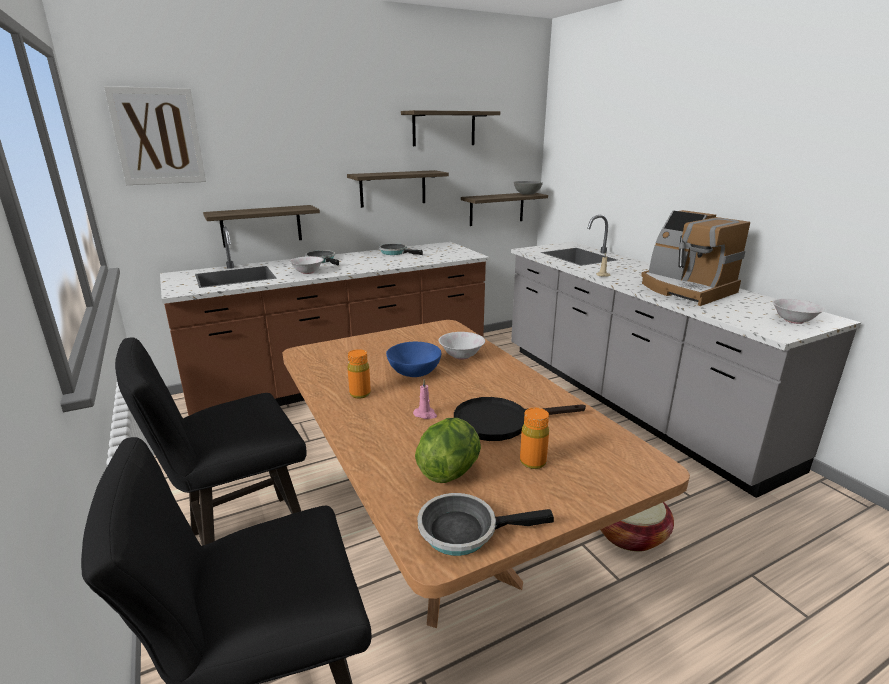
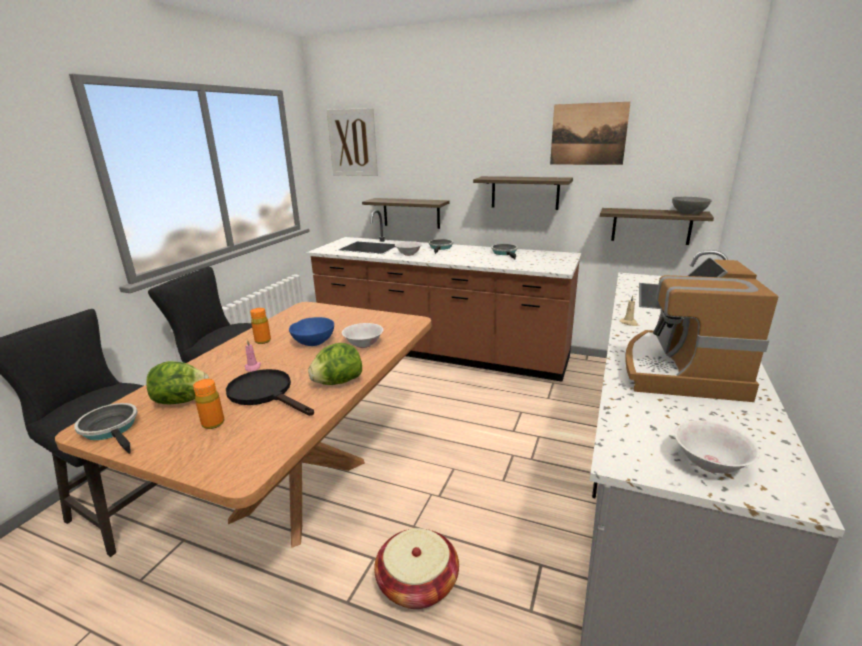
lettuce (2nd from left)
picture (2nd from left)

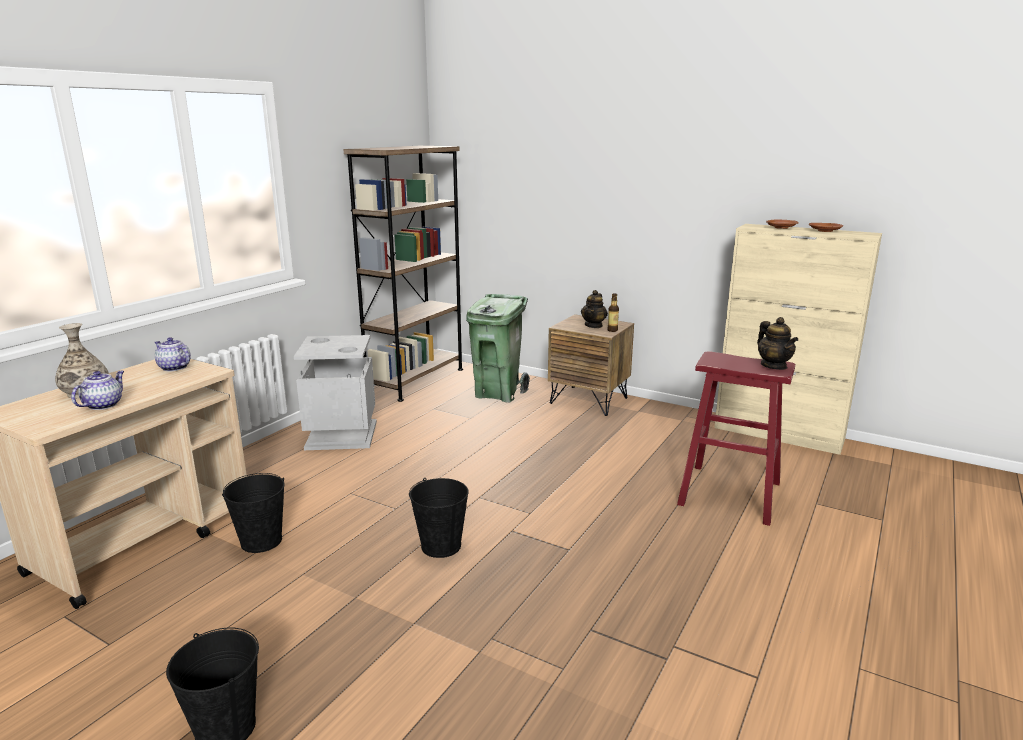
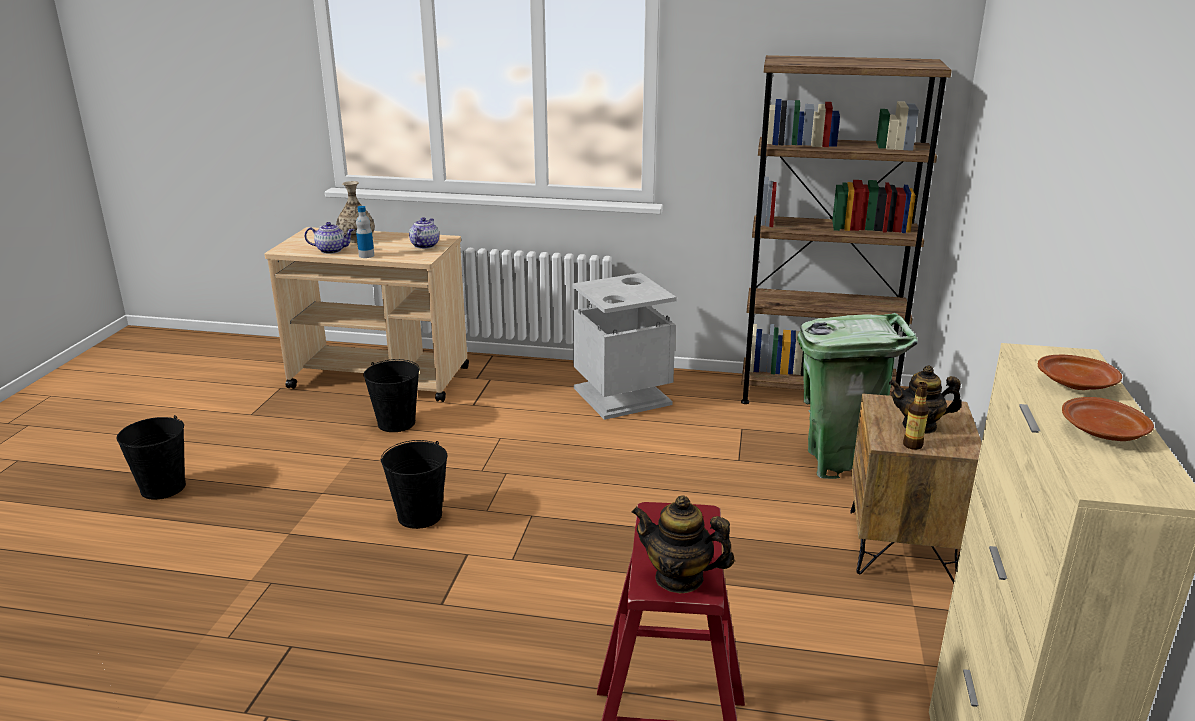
bottle (1st from left)
teapot (3rd from left)

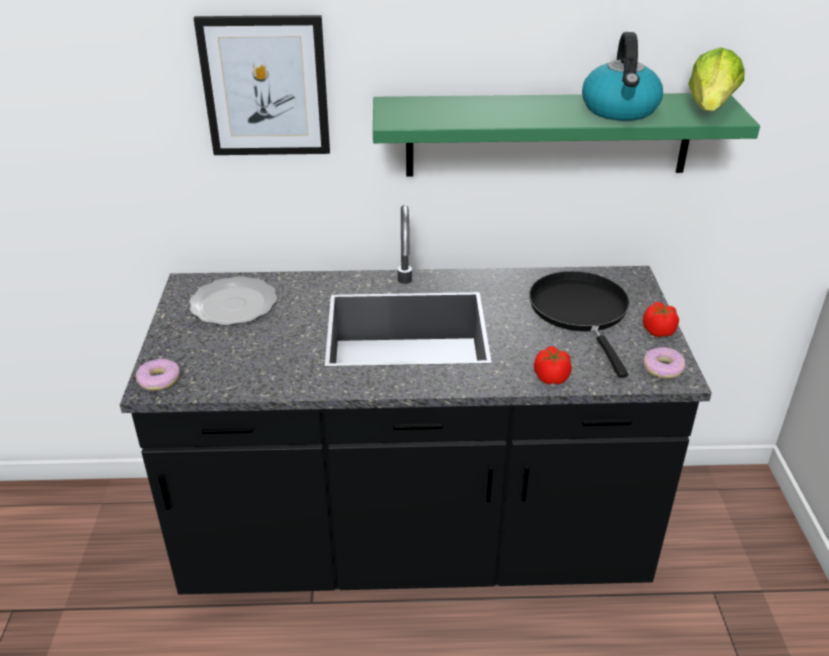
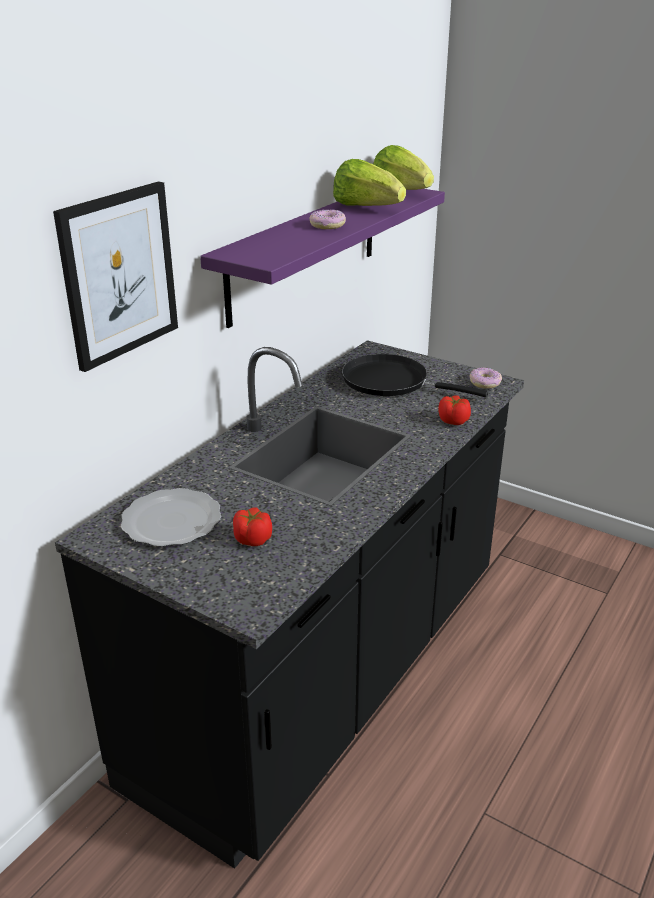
donut (1st from left)
tomato (1st from left)
lettuce (1st from left)
shelf in purple

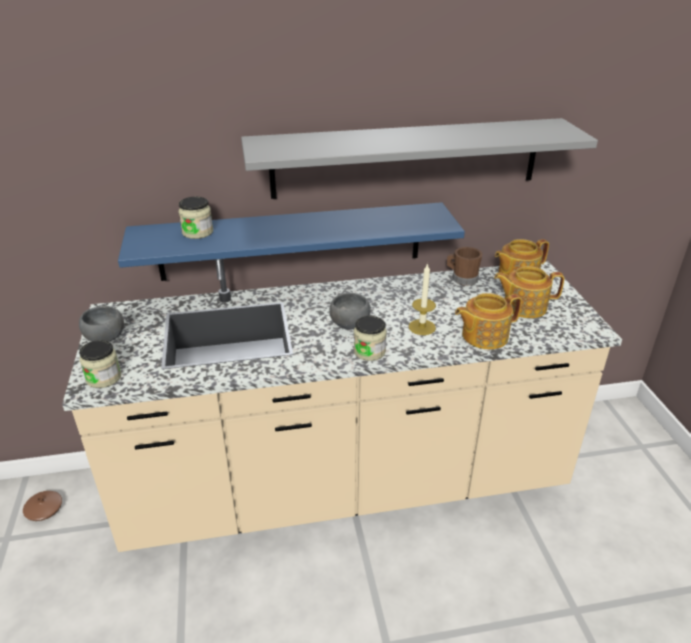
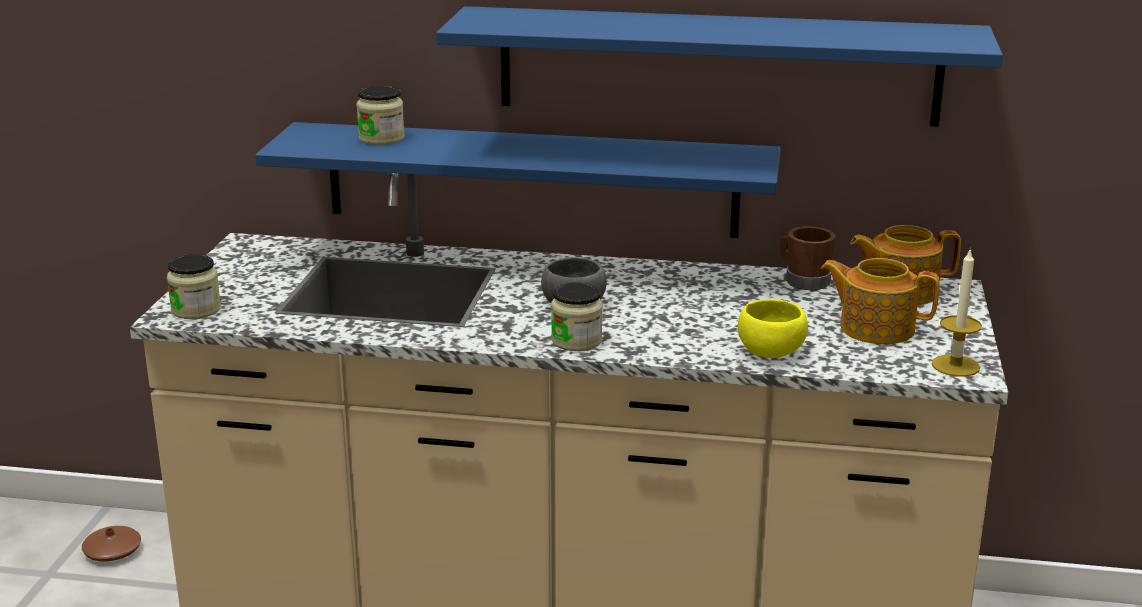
bowl in grey (1st from left in the first image)
candle
bowl in yellow
shelf in blue (2nd from left)

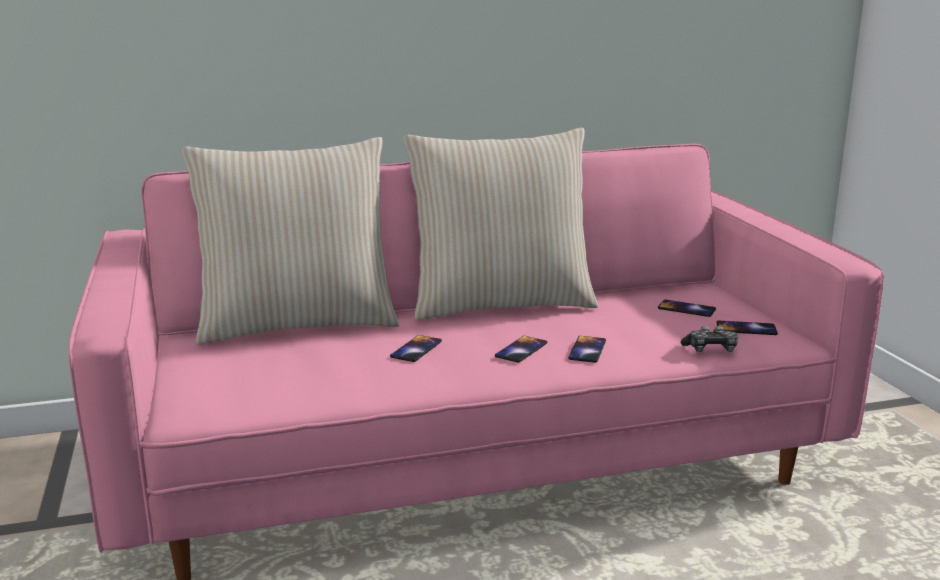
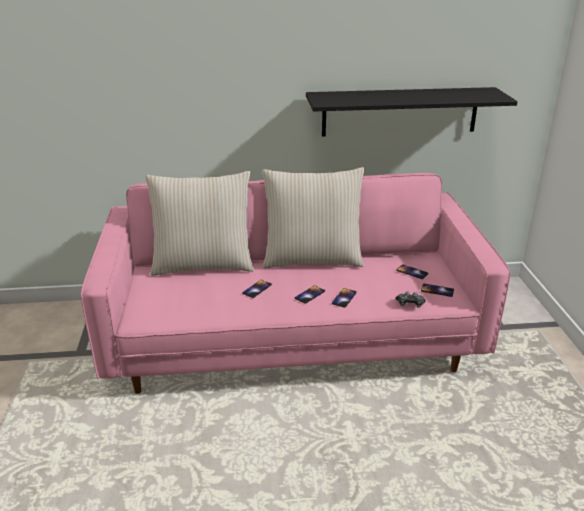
shelf in black

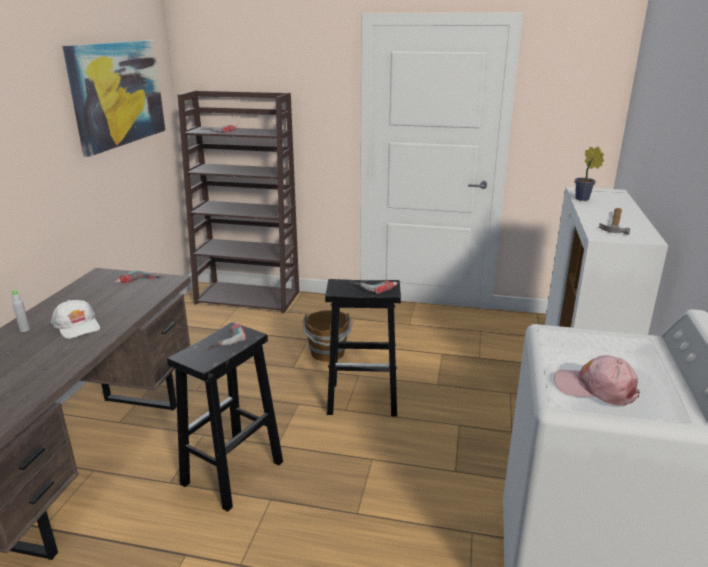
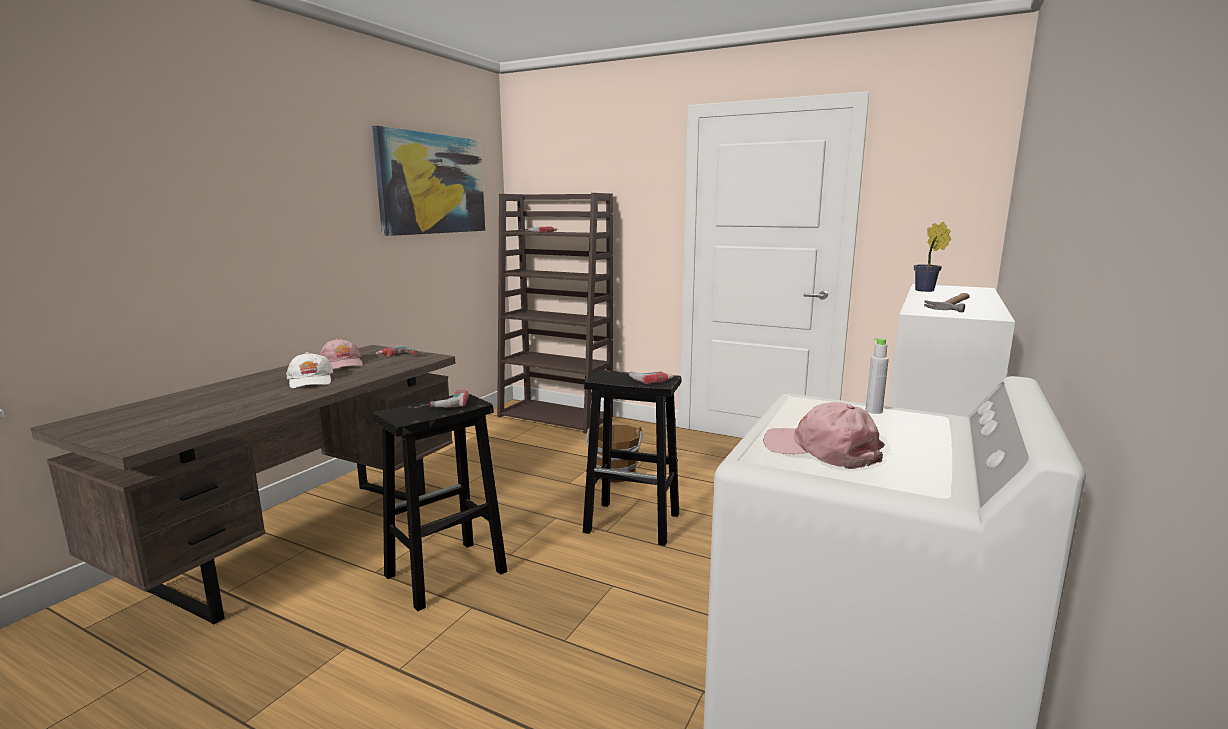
cap in pink (1st from left)
bottle in grey

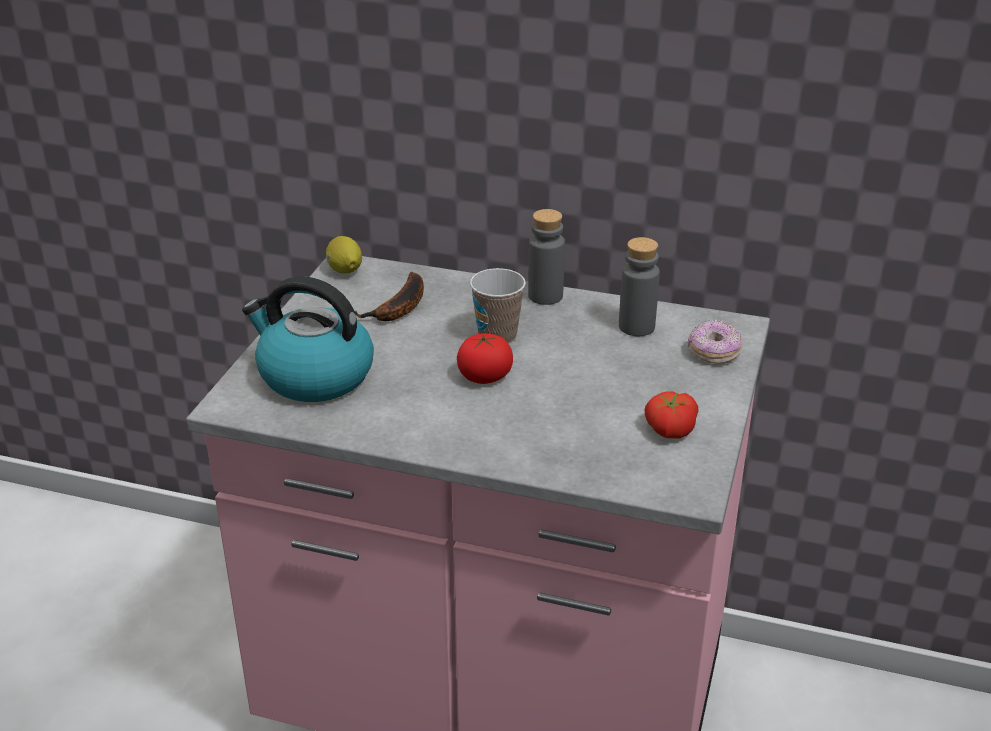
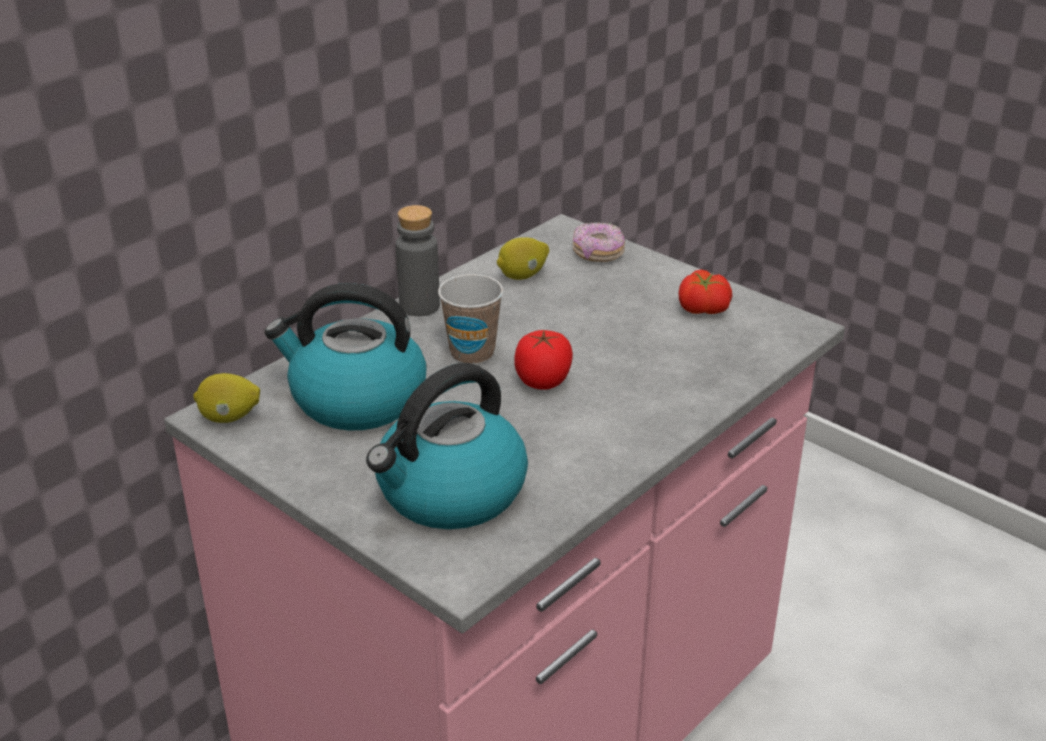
kettle (1st from left)
lemon (2nd from left)

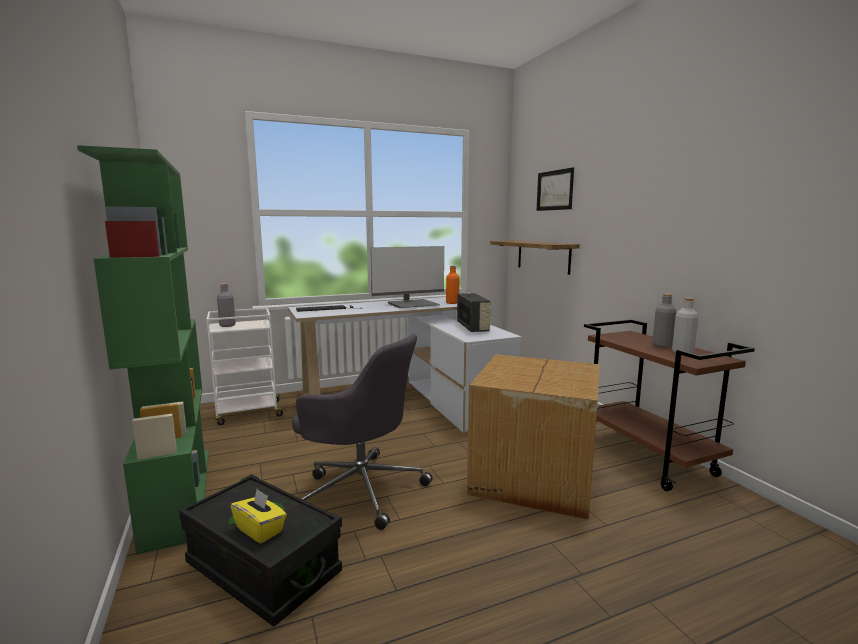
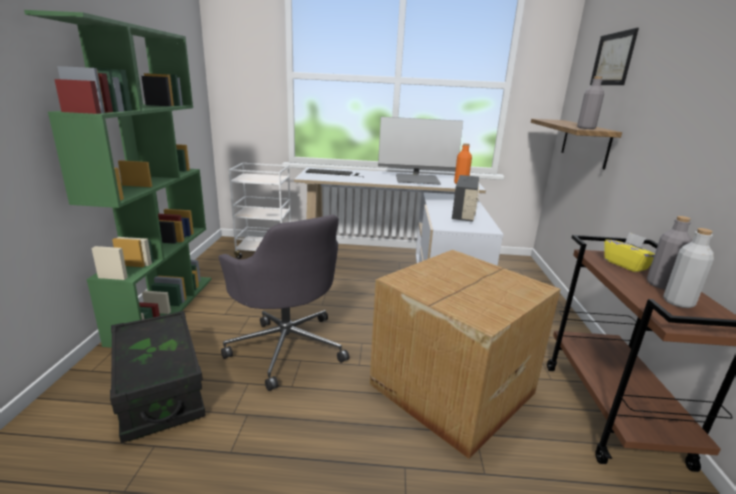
bottle in grey (1st from left)
tissue box in yellow

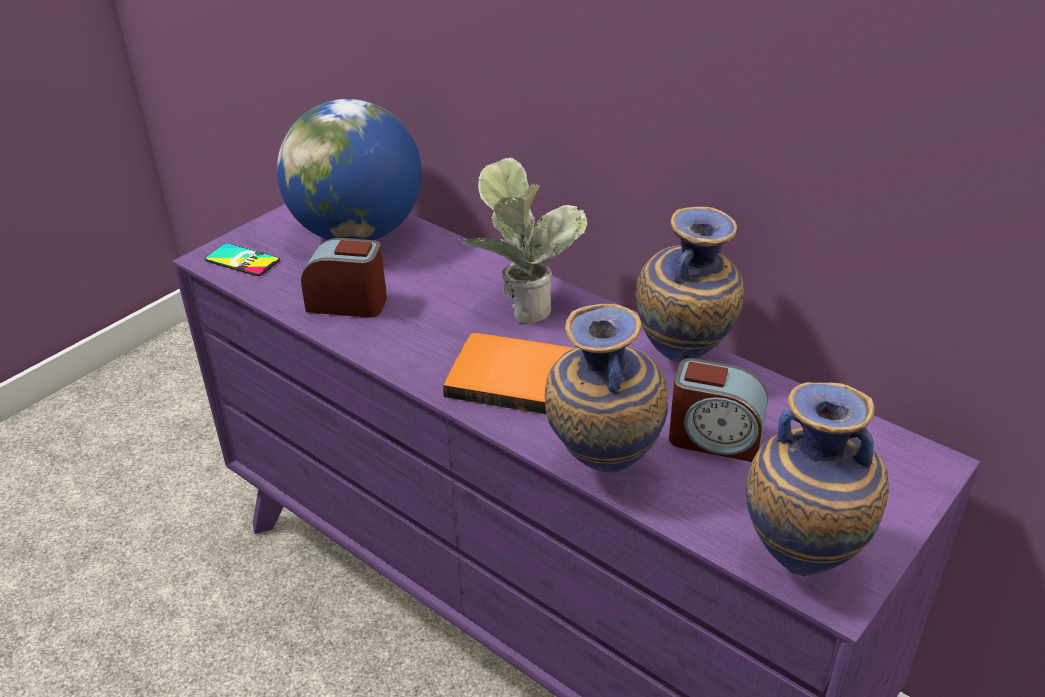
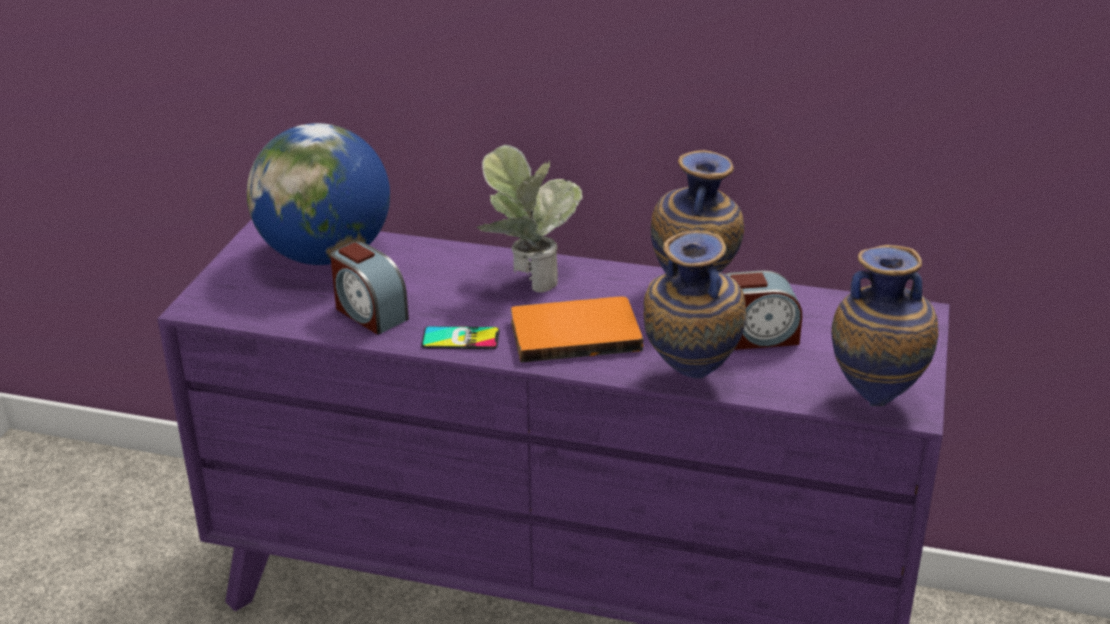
phone
alarm clock (1st from left)

